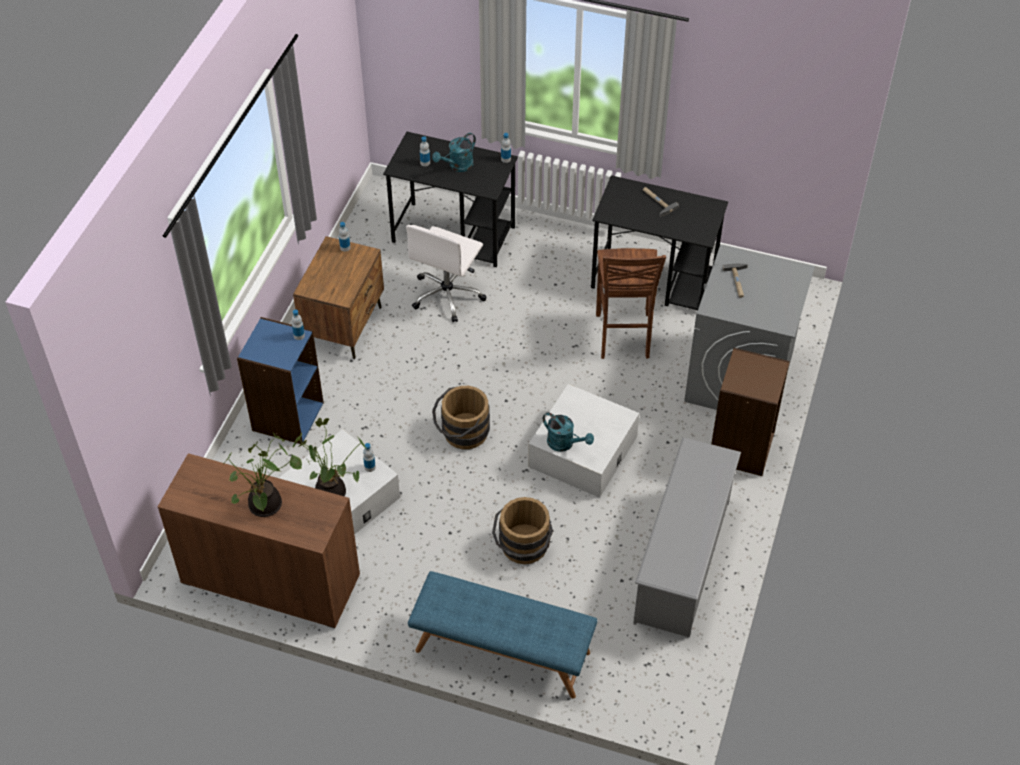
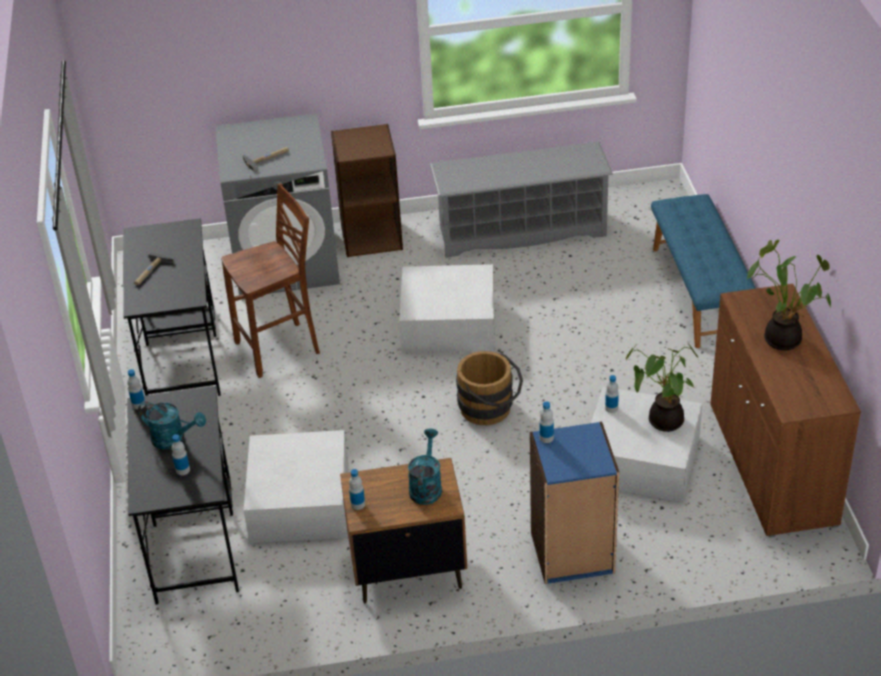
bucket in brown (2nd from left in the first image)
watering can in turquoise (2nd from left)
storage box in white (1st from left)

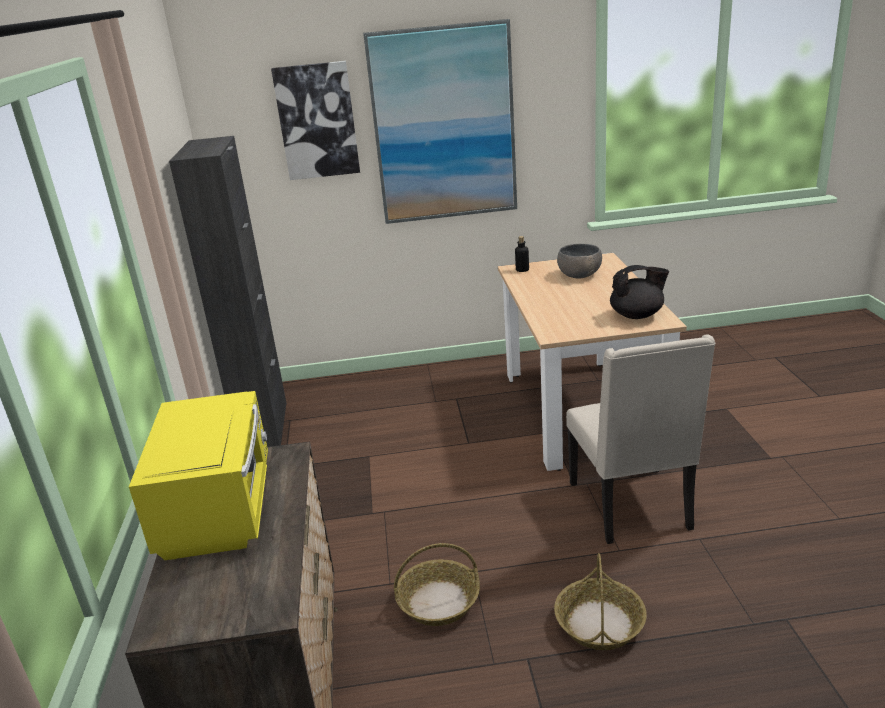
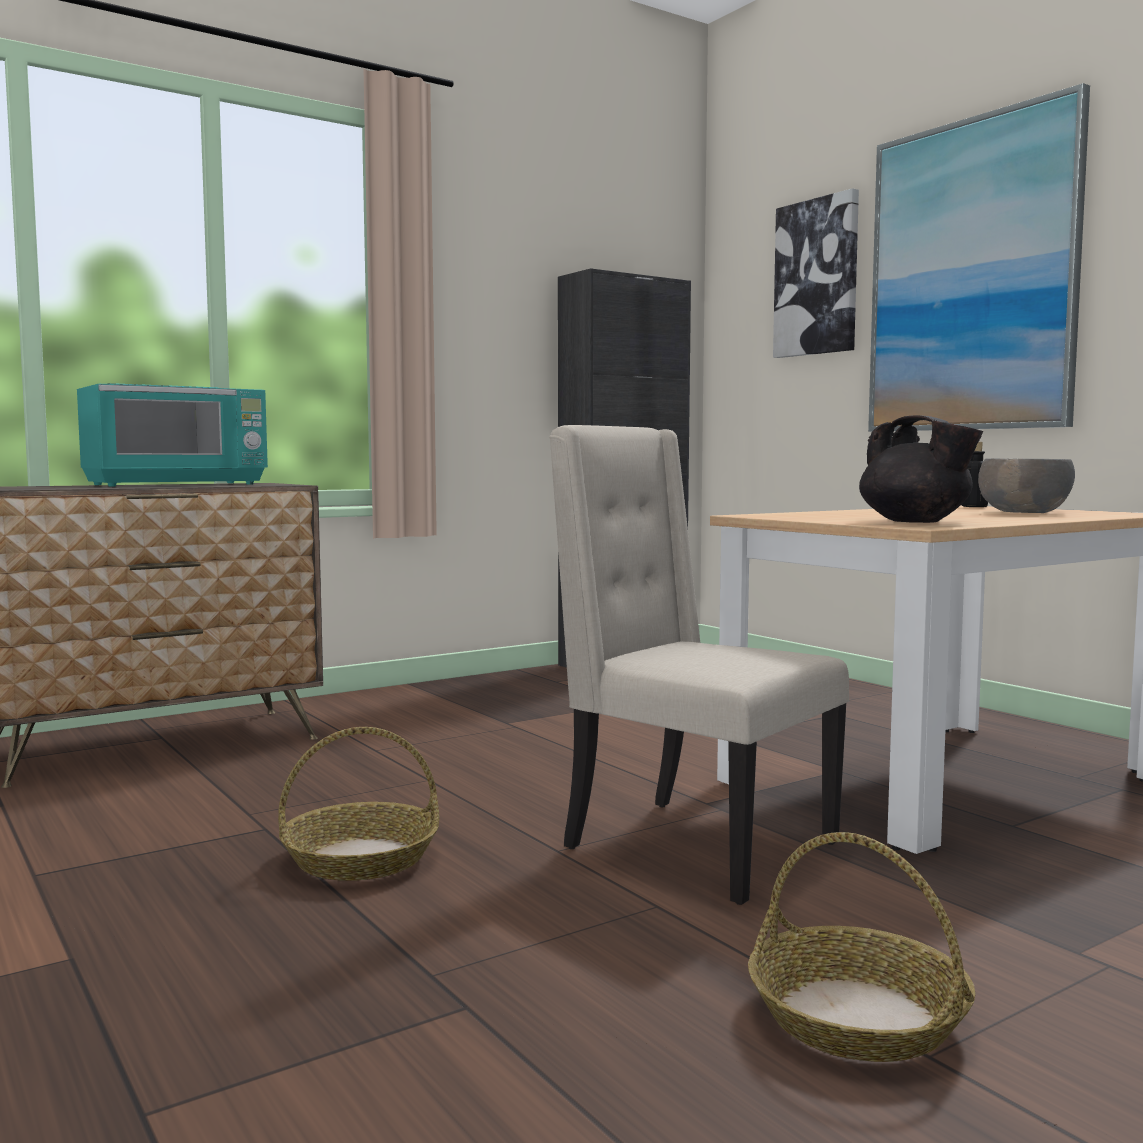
basket (2nd from left)
microwave in turquoise
chair in beige

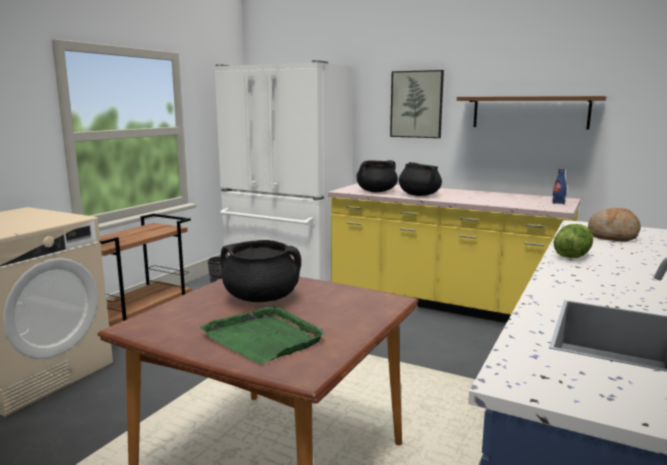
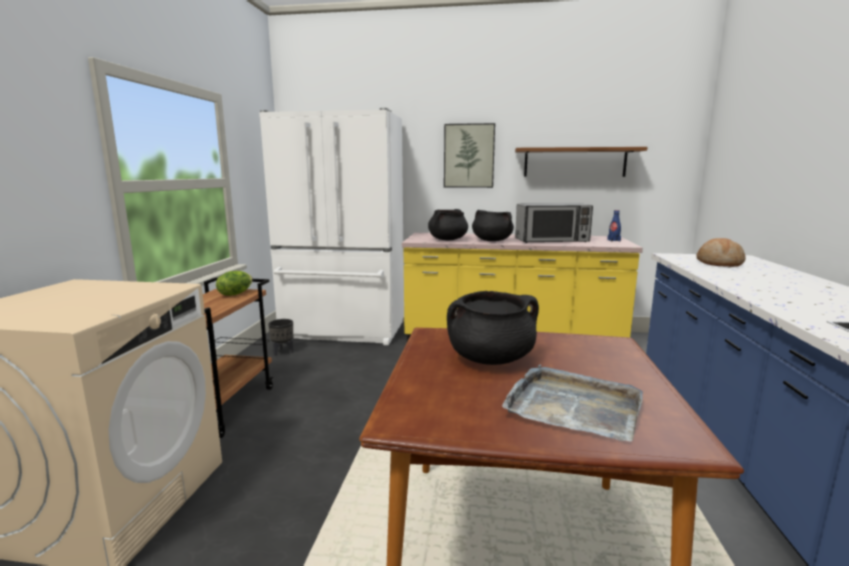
microwave
lettuce
tray in grey

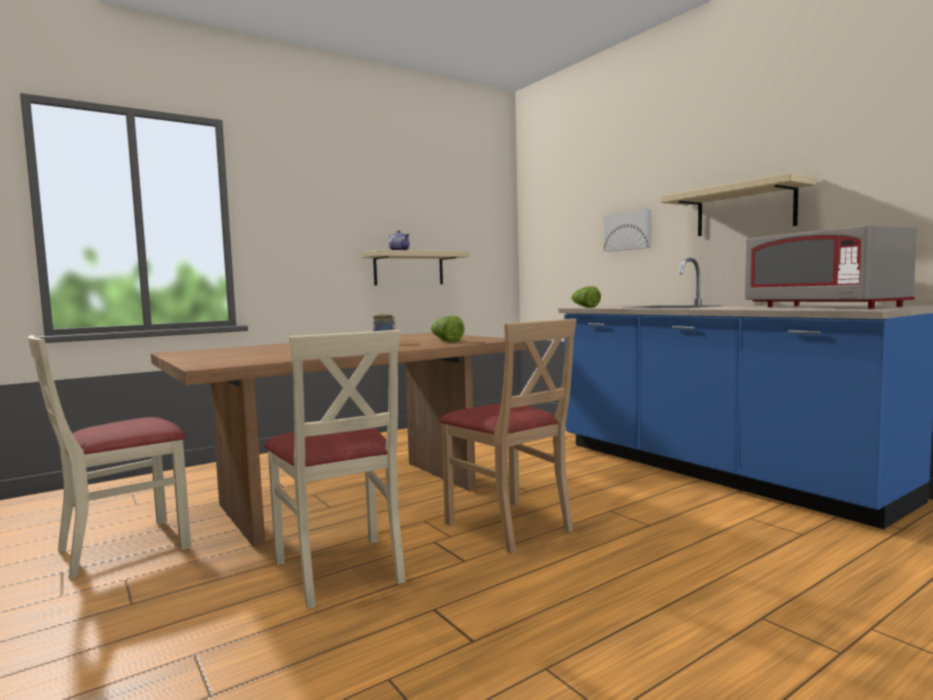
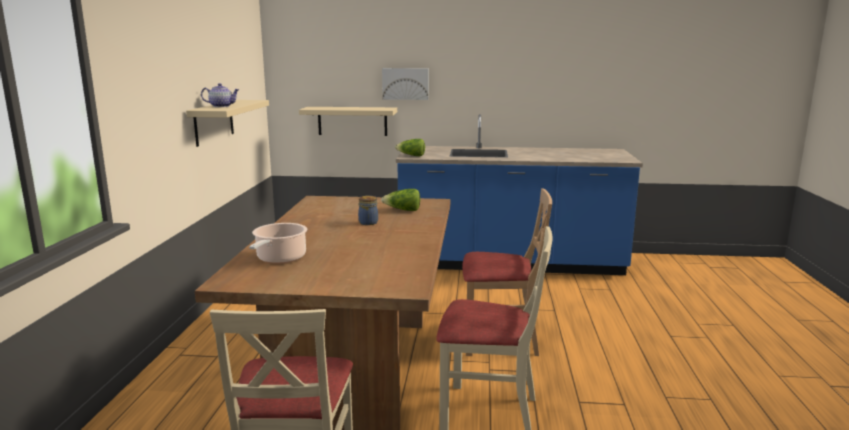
microwave in grey
cooking pot
shelf in beige (2nd from left)

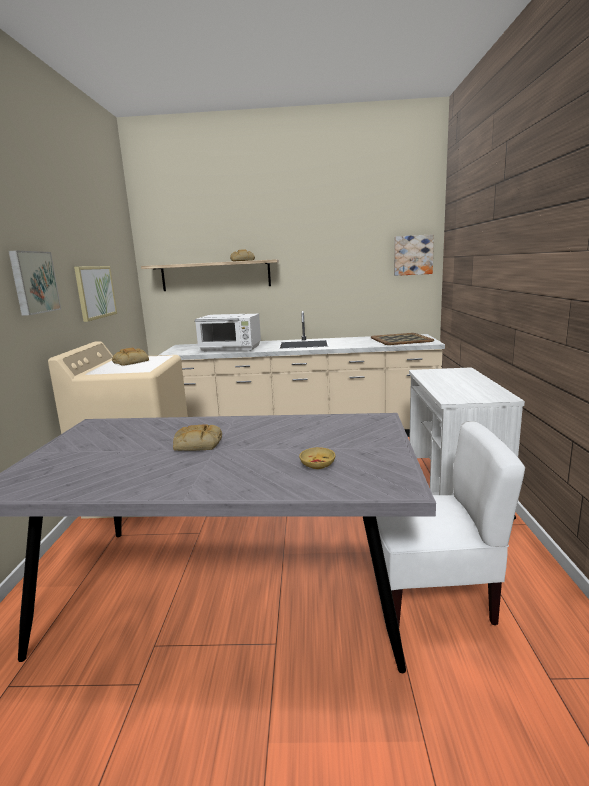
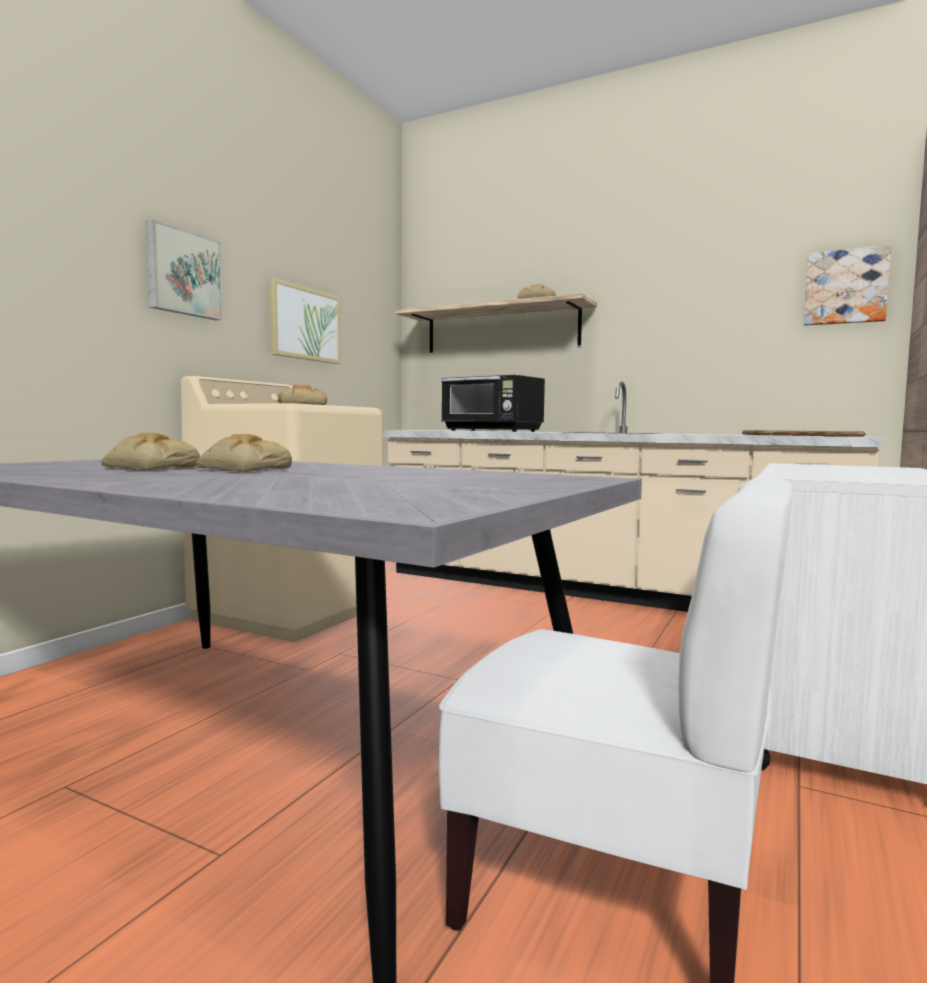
bowl in beige
bread (1st from left)
microwave in black

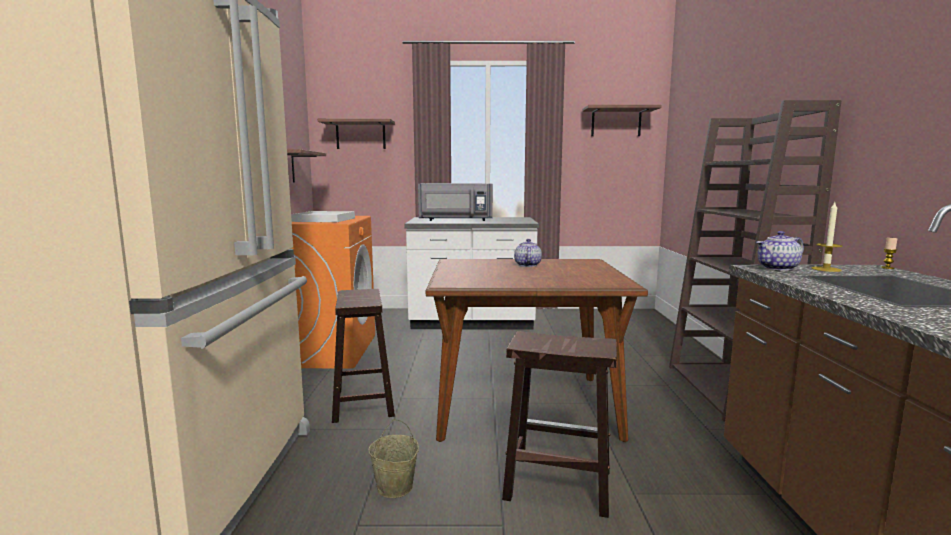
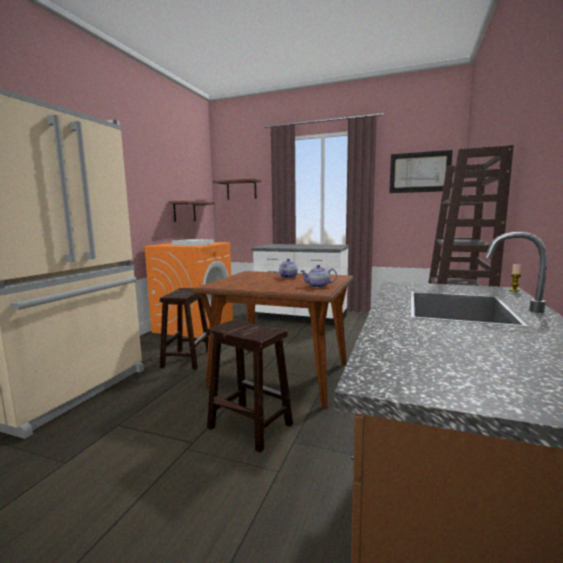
bucket in beige
microwave in grey
candle (1st from left in the first image)
teapot (2nd from left)
picture

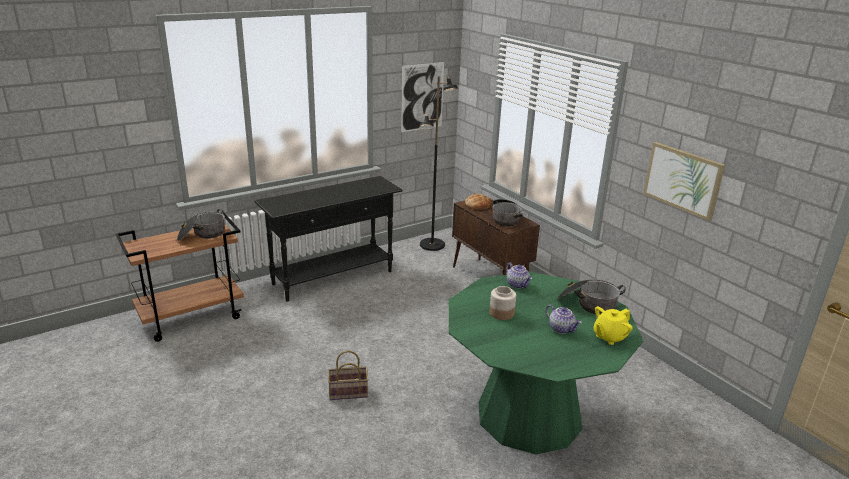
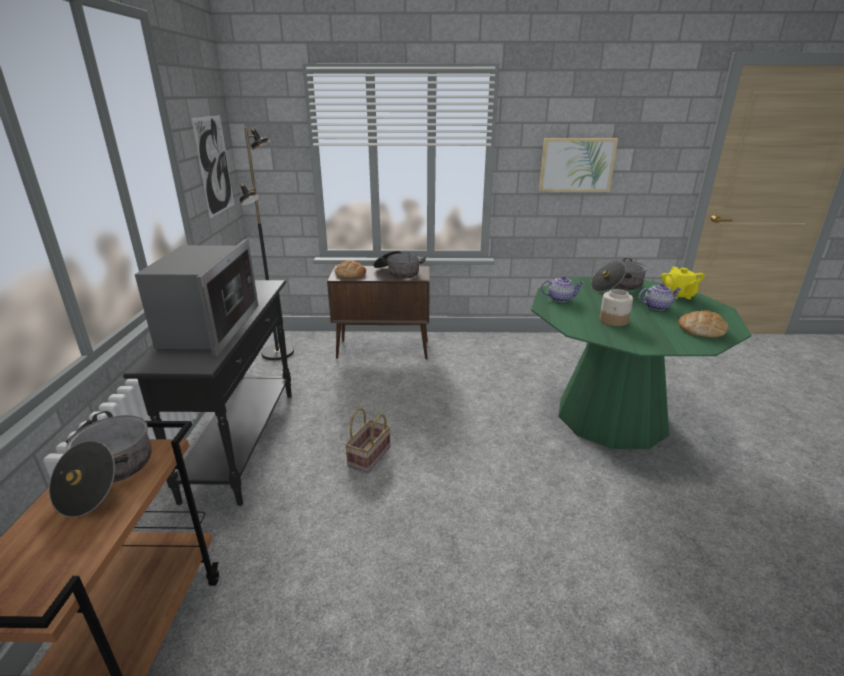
microwave
bread (2nd from left)
basket

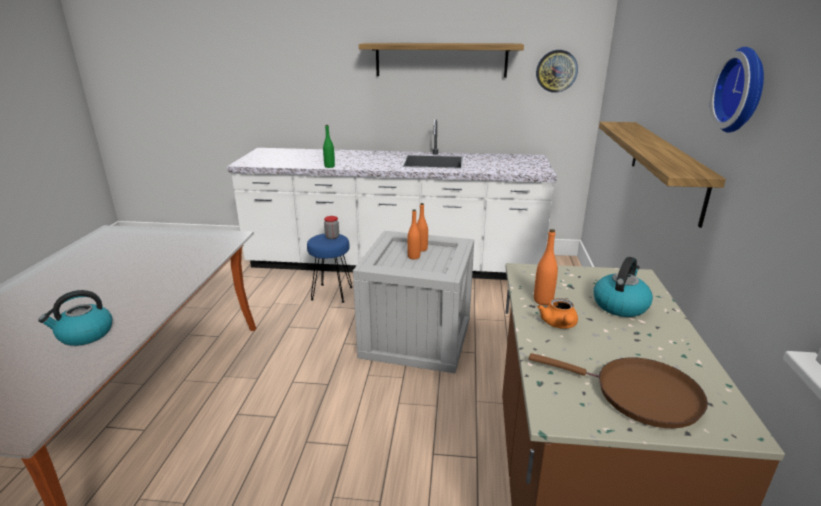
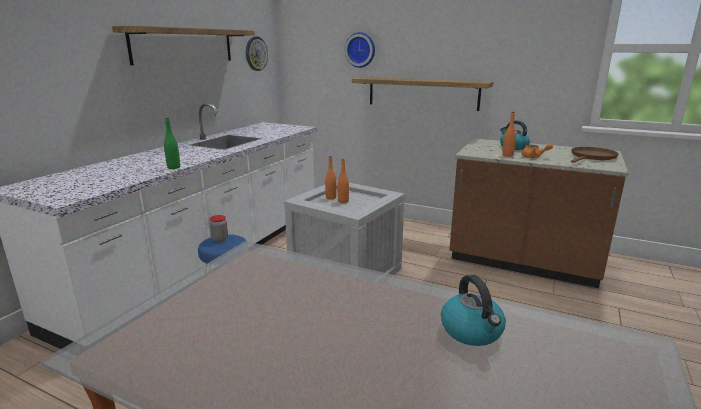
wall clock (2nd from left)

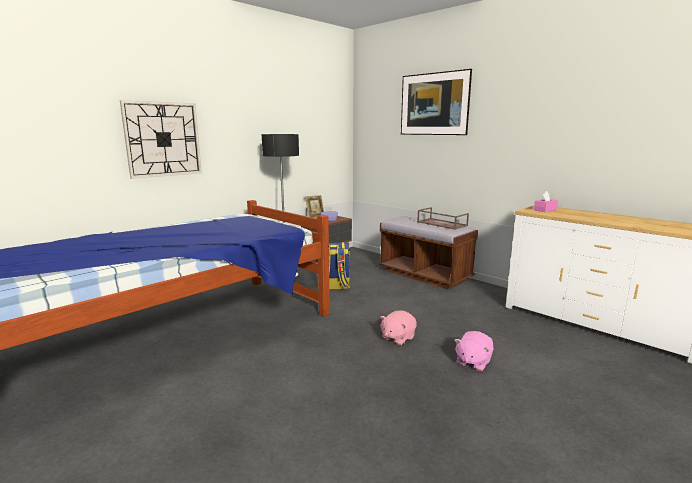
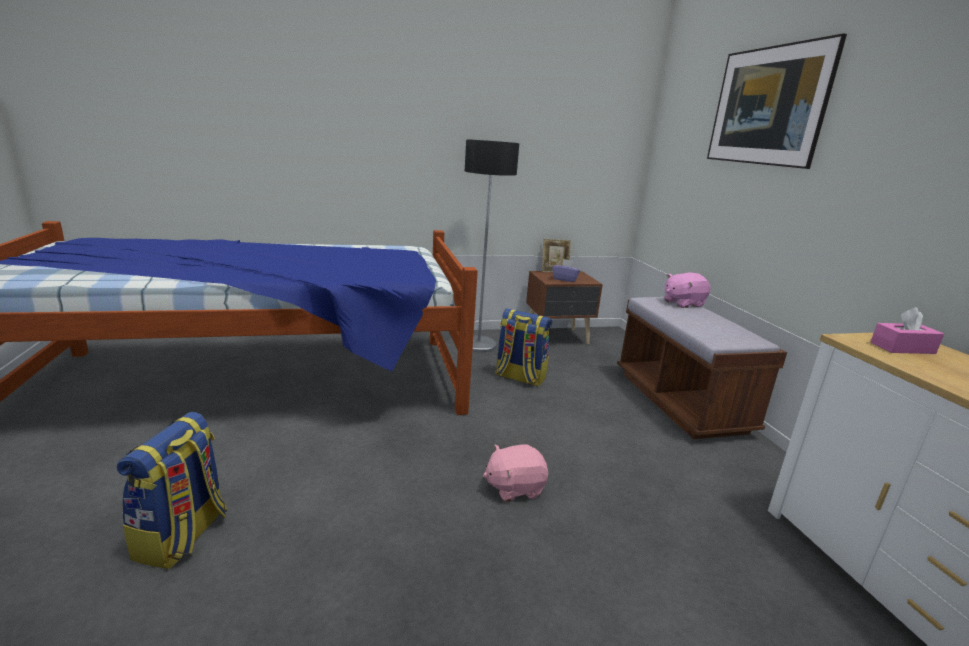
wall clock
tray in brown
backpack (1st from left)
plush toy in pink (2nd from left)

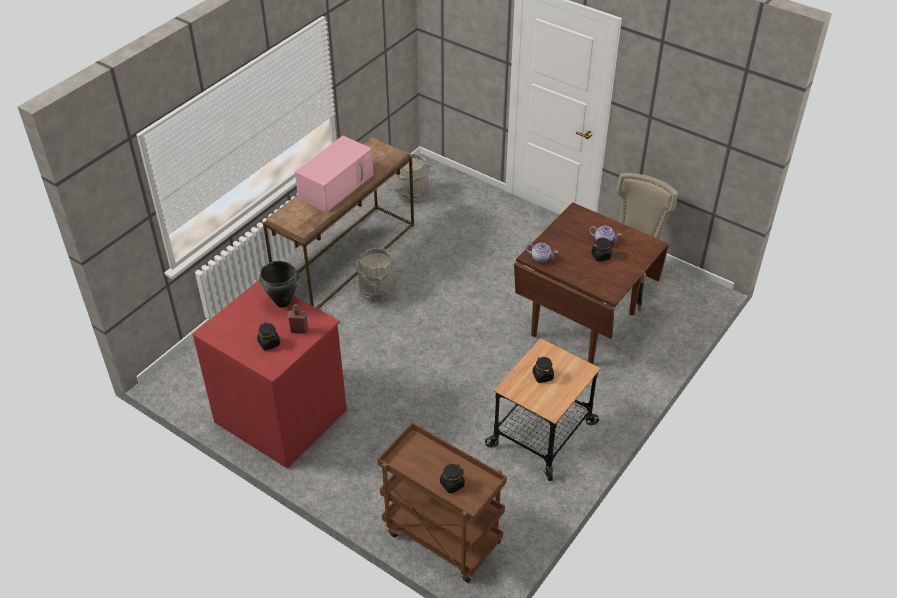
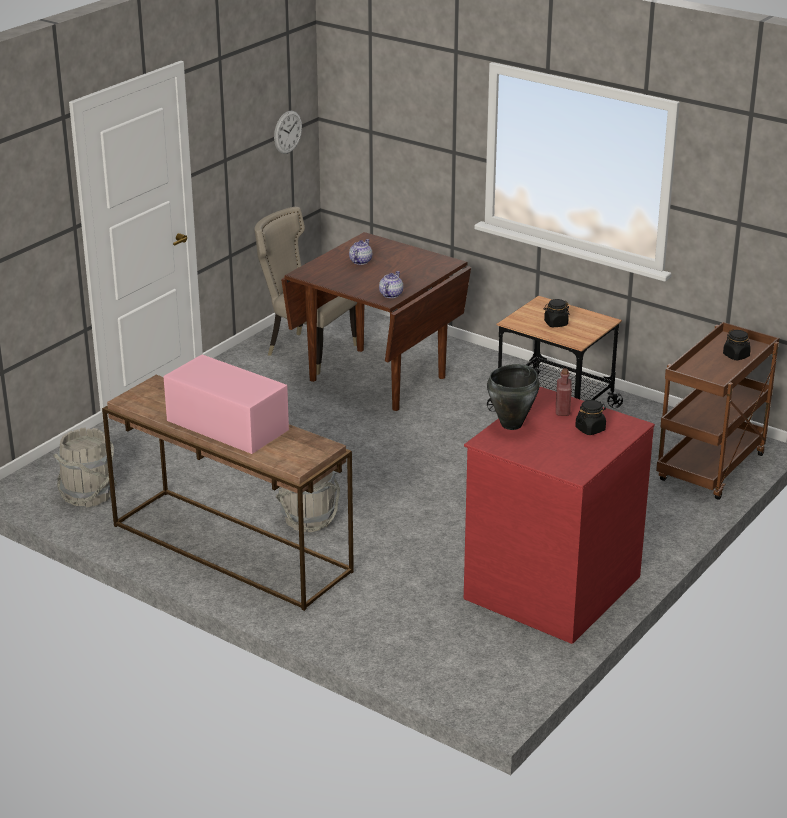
jar in black (4th from left in the first image)
wall clock

